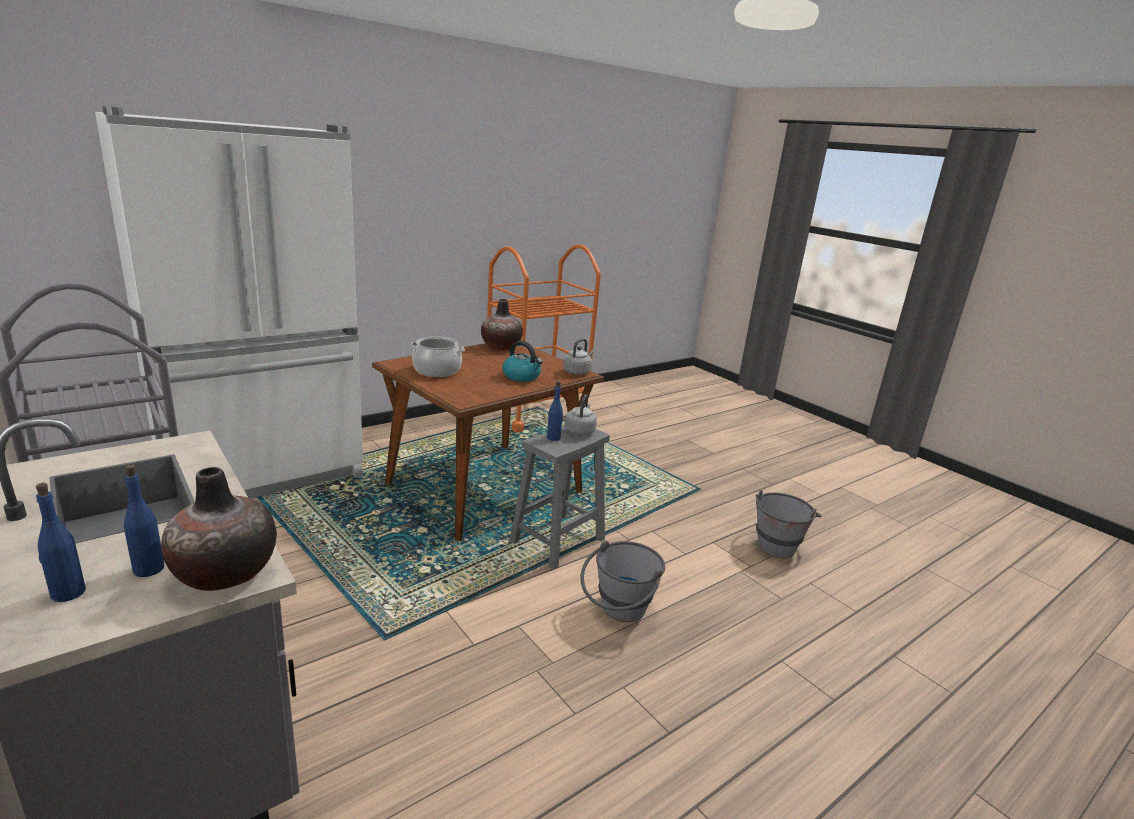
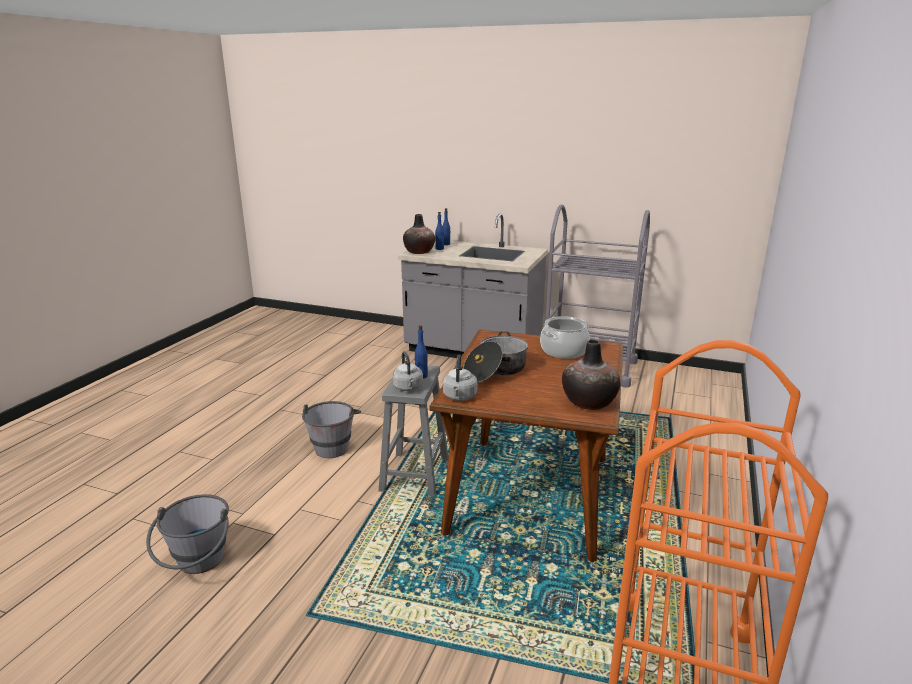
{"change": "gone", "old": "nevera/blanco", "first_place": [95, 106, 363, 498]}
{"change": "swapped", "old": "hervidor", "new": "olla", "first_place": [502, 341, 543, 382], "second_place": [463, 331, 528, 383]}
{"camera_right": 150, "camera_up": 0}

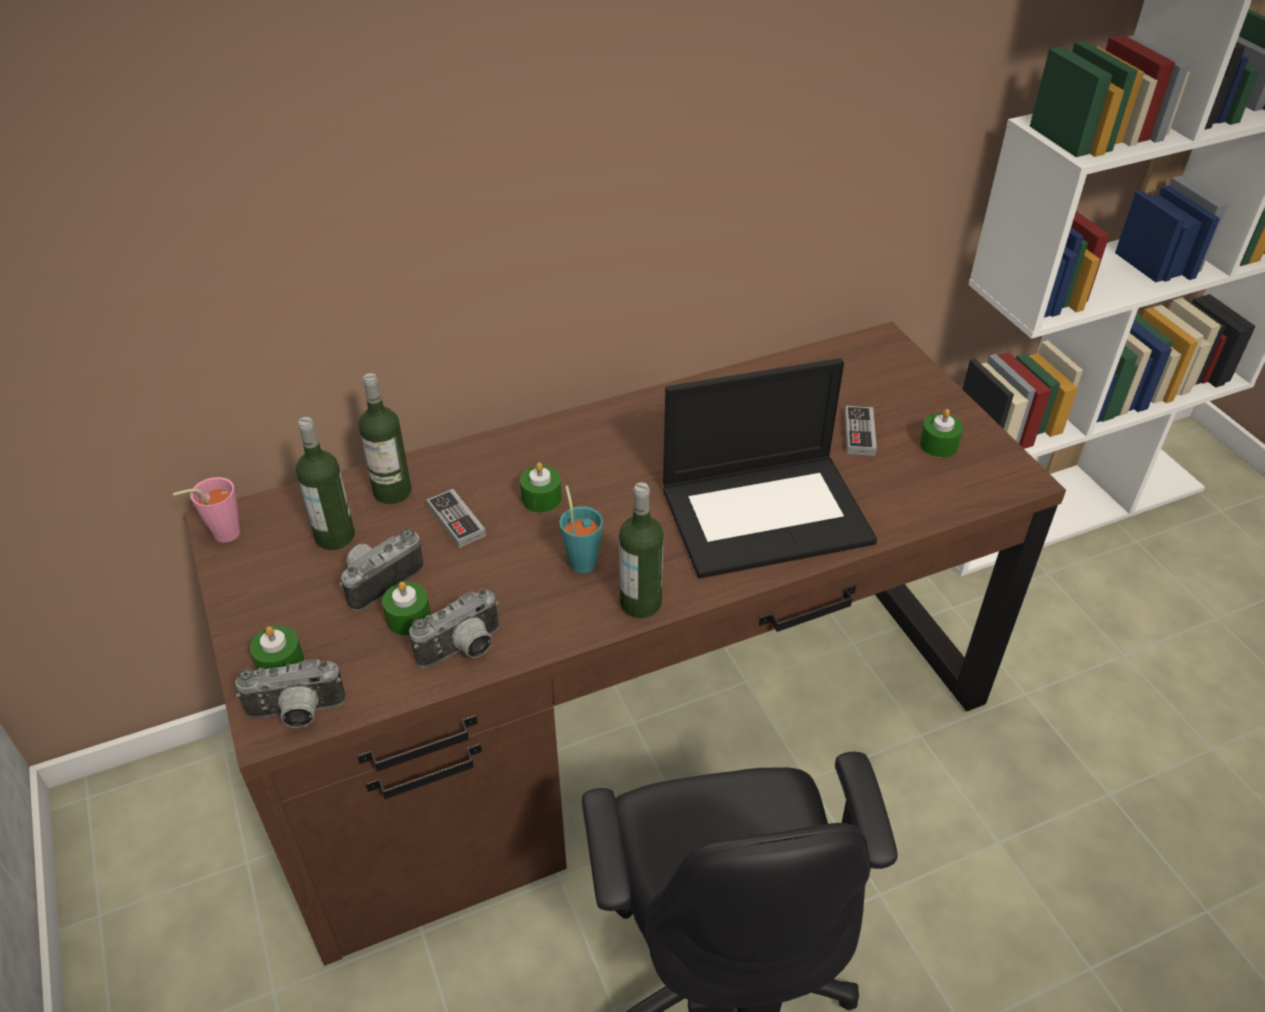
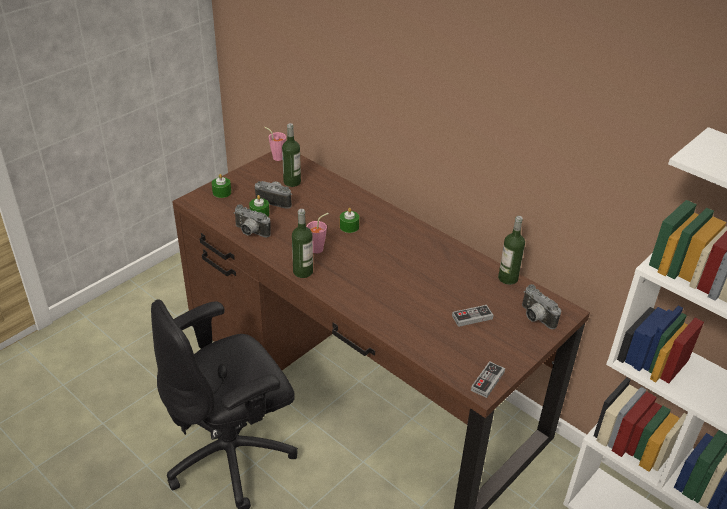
{"change": "shifted", "old": "cámara", "first_place": [236, 659, 346, 728], "second_place": [522, 284, 561, 329]}
{"change": "shifted", "old": "botella", "first_place": [359, 373, 412, 504], "second_place": [498, 216, 525, 285]}
{"change": "shifted", "old": "mando de consola", "first_place": [427, 489, 486, 548], "second_place": [471, 361, 505, 398]}
{"change": "repainted", "old": "taza/turquesa", "new": "taza/rosa", "first_place": [559, 486, 603, 573], "second_place": [306, 213, 329, 254]}
{"change": "gone", "old": "portátil", "first_place": [663, 358, 877, 578]}
{"change": "gone", "old": "vela/verde", "first_place": [919, 409, 963, 458]}
{"camera_right": 65, "camera_up": -5}

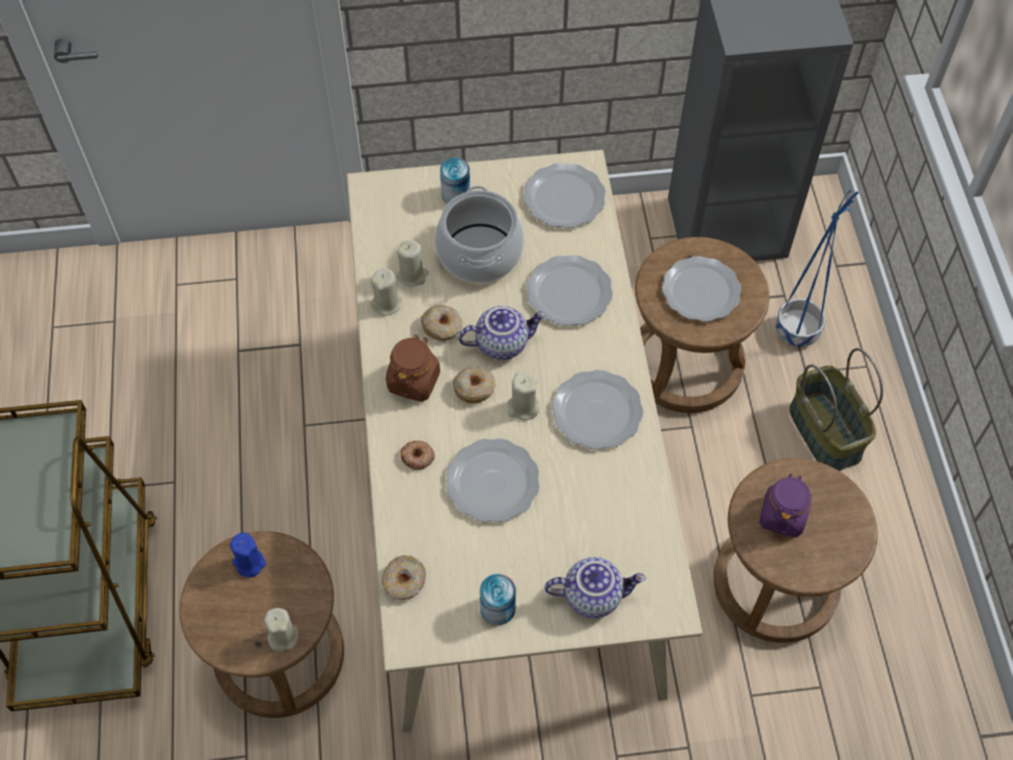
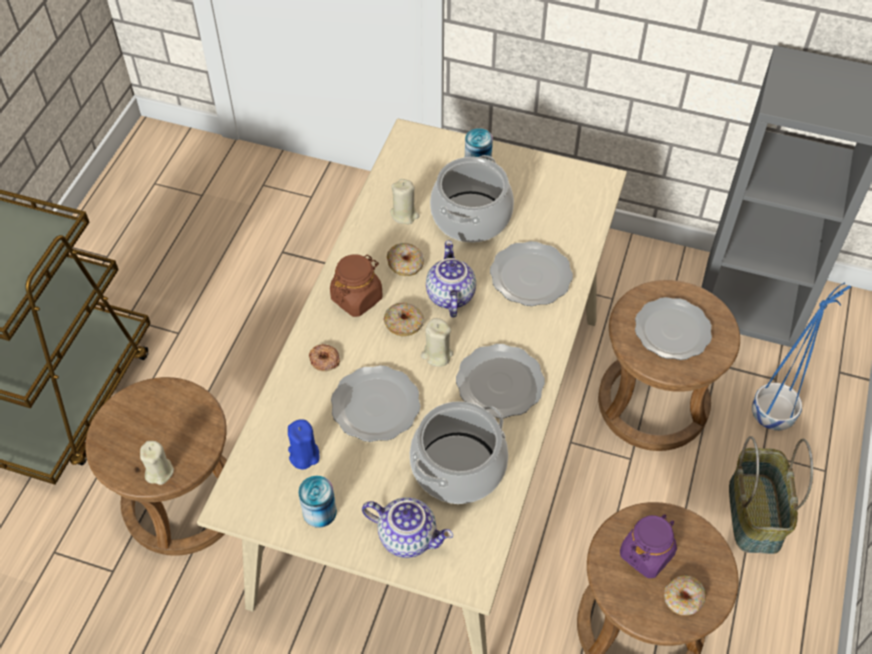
{"change": "shifted", "old": "vela/azul", "first_place": [230, 532, 266, 578], "second_place": [288, 419, 319, 469]}
{"change": "gone", "old": "vela/beis", "first_place": [371, 268, 402, 316]}
{"change": "shifted", "old": "rosquilla", "first_place": [381, 555, 426, 600], "second_place": [664, 575, 706, 616]}
{"change": "rotated", "old": "tetera", "first_place": [458, 306, 546, 360], "second_place": [426, 240, 476, 318], "degrees": -105}
{"change": "gone", "old": "plato", "first_place": [523, 163, 606, 228]}
{"change": "new", "new": "olla", "second_place": [410, 401, 508, 504]}
{"camera_right": 25, "camera_up": -5}

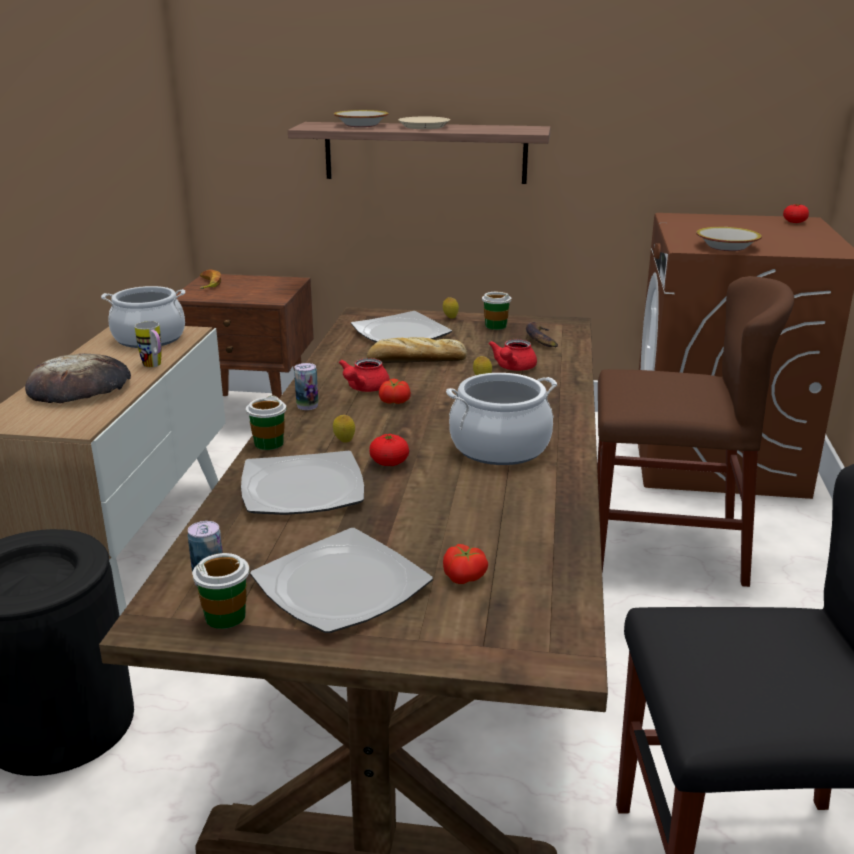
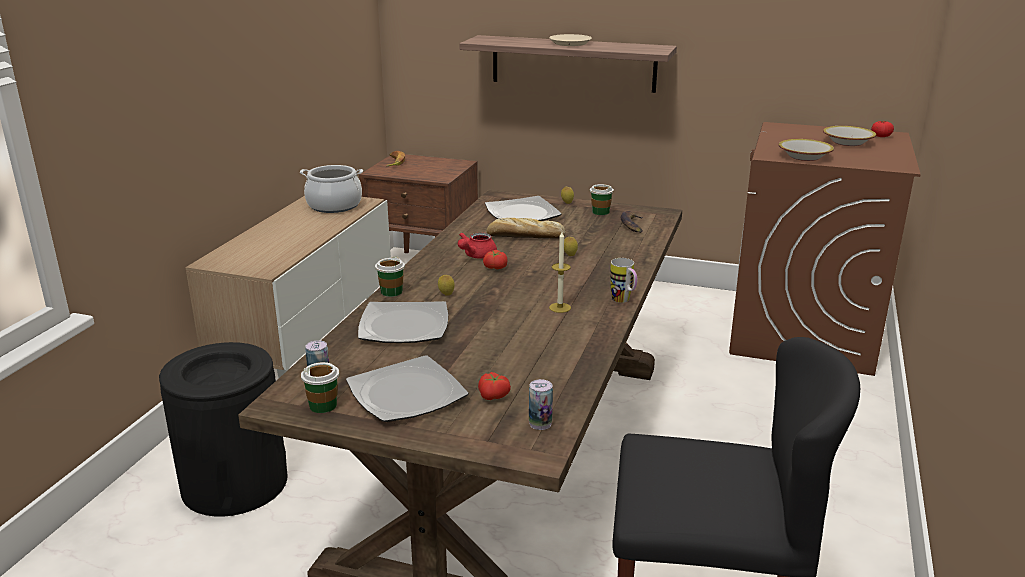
{"change": "gone", "old": "pan", "first_place": [25, 353, 131, 403]}
{"change": "shifted", "old": "taza grande", "first_place": [135, 321, 161, 367], "second_place": [610, 258, 637, 303]}
{"change": "shifted", "old": "lata", "first_place": [294, 363, 318, 410], "second_place": [529, 379, 553, 430]}
{"change": "shifted", "old": "cuenco", "first_place": [334, 110, 389, 127], "second_place": [823, 126, 876, 146]}
{"change": "gone", "old": "tomate", "first_place": [369, 434, 409, 466]}
{"change": "swapped", "old": "olla", "new": "vela", "first_place": [446, 373, 557, 465], "second_place": [549, 232, 571, 313]}
{"change": "gone", "old": "tetera/rojo", "first_place": [489, 339, 537, 371]}
{"change": "gone", "old": "silla/marrón", "first_place": [597, 276, 794, 587]}
{"camera_right": 10, "camera_up": 0}

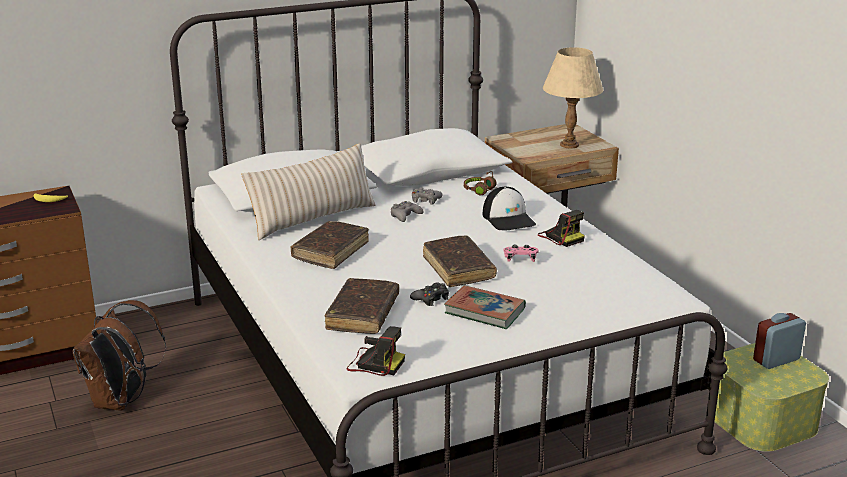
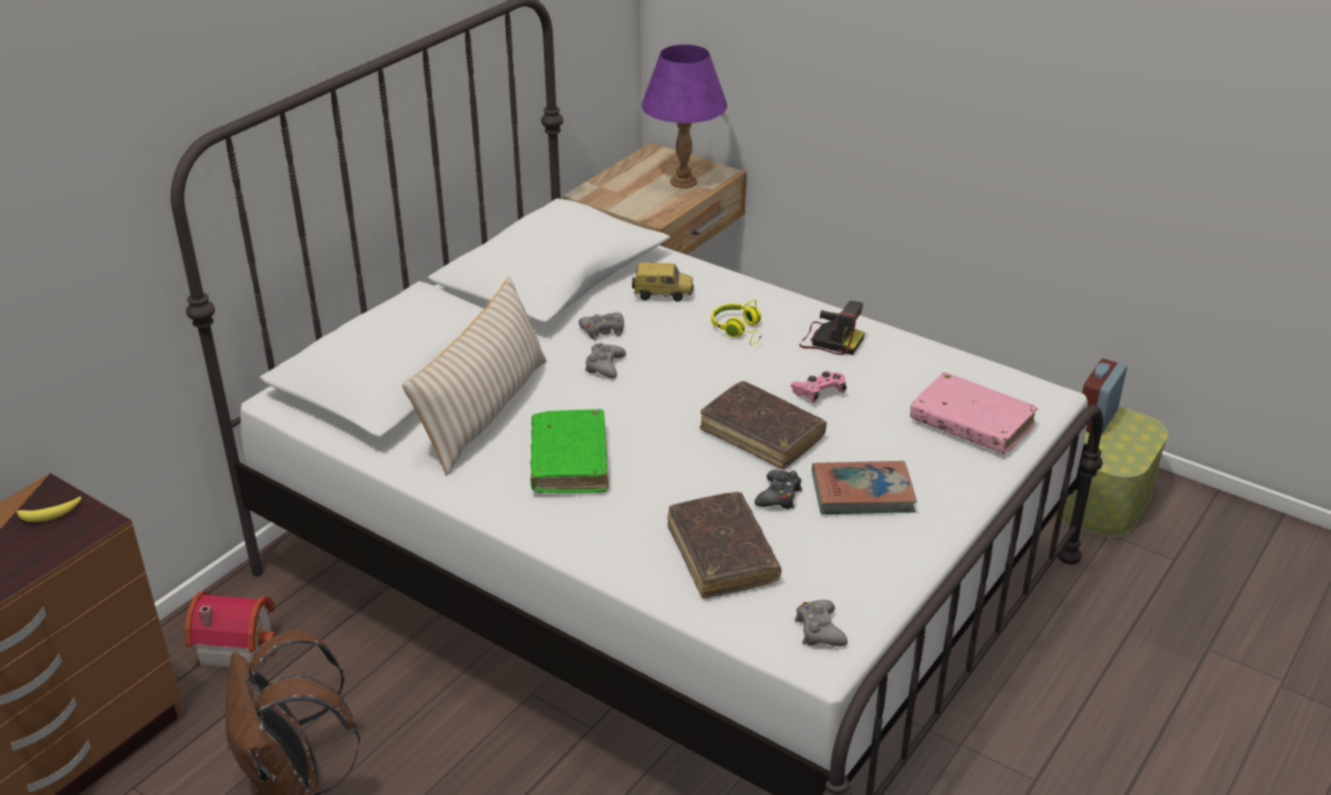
{"change": "repainted", "old": "libro/marrón", "new": "libro/verde", "first_place": [290, 221, 369, 269], "second_place": [530, 409, 609, 493]}
{"change": "swapped", "old": "cámara", "new": "mando de consola/gris", "first_place": [347, 326, 405, 376], "second_place": [795, 600, 848, 646]}
{"change": "swapped", "old": "auriculares/marrón", "new": "coche de juguete", "first_place": [464, 171, 497, 195], "second_place": [632, 262, 694, 302]}
{"change": "swapped", "old": "gorra", "new": "auriculares/amarillo", "first_place": [483, 187, 536, 230], "second_place": [711, 299, 762, 345]}
{"change": "repainted", "old": "lámpara de mesa/beis", "new": "lámpara de mesa/morado", "first_place": [543, 47, 603, 148], "second_place": [641, 44, 727, 188]}
{"change": "new", "new": "casita", "second_place": [185, 592, 276, 668]}
{"change": "new", "new": "libro/rosa", "second_place": [910, 372, 1037, 454]}
{"camera_right": -30, "camera_up": 10}

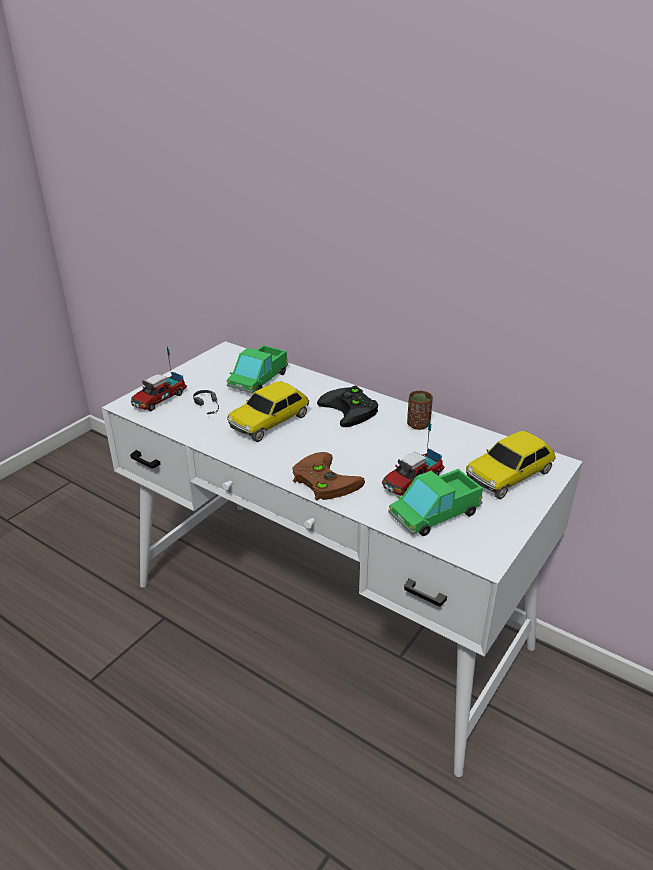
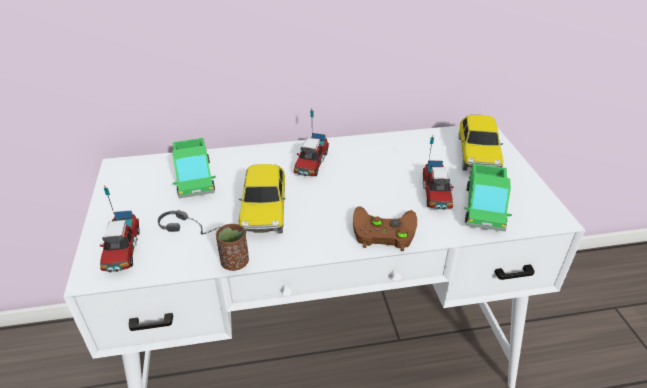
{"change": "swapped", "old": "mando de consola/negro", "new": "camión de juguete", "first_place": [317, 386, 378, 427], "second_place": [293, 108, 329, 176]}
{"change": "shifted", "old": "taza/marrón", "first_place": [407, 391, 433, 430], "second_place": [216, 224, 249, 271]}
{"camera_right": -45, "camera_up": 5}

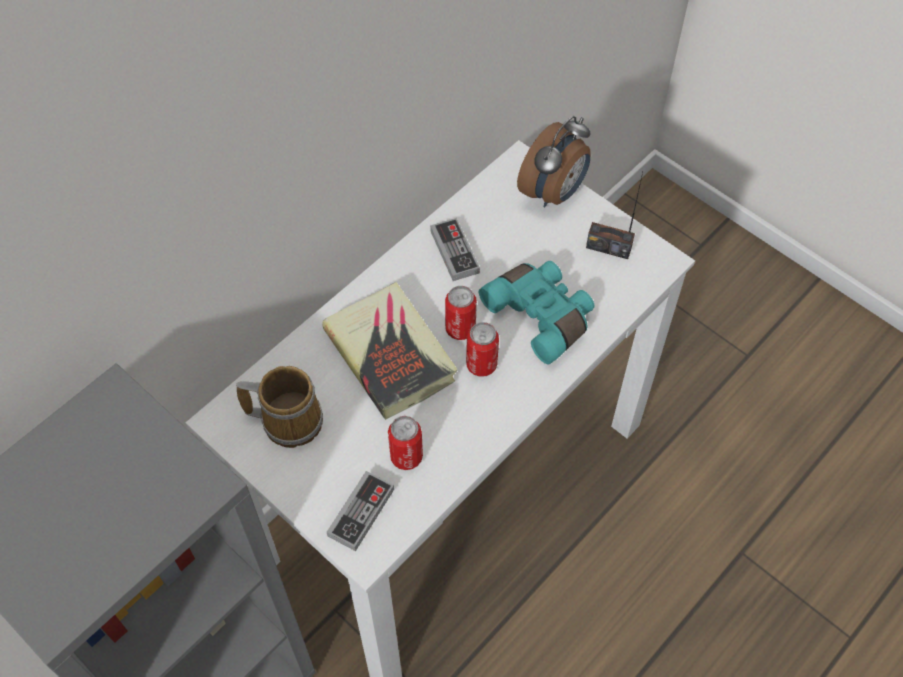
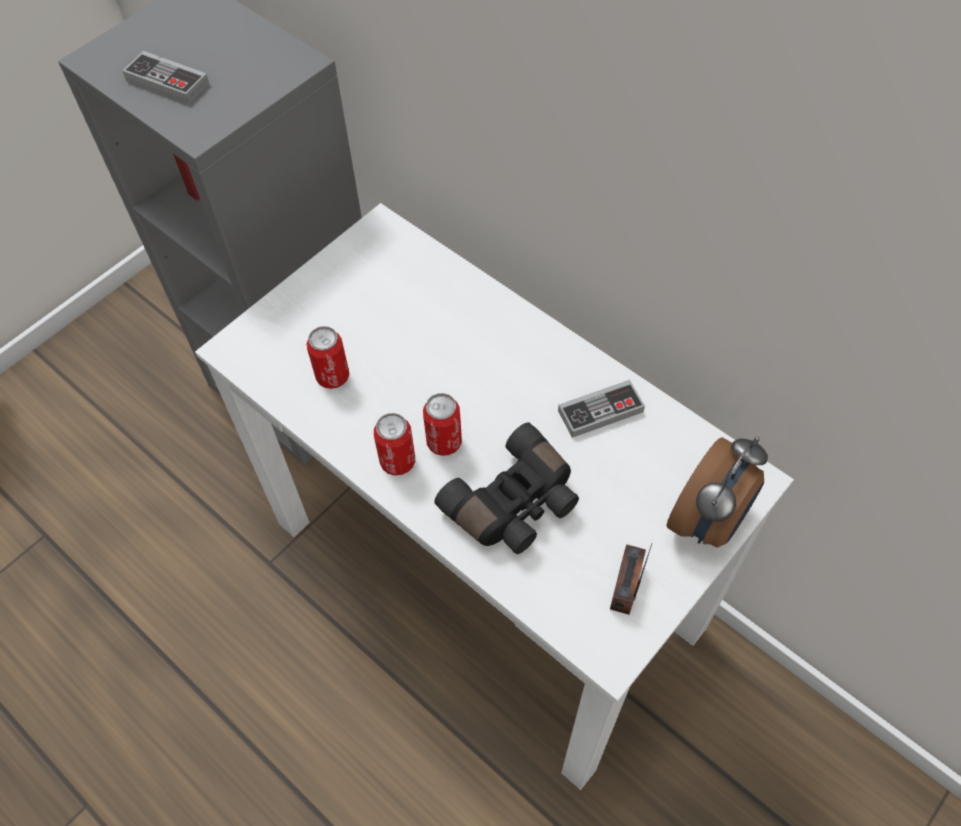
{"change": "gone", "old": "taza grande", "first_place": [236, 366, 323, 448]}
{"change": "gone", "old": "libro", "first_place": [322, 282, 458, 420]}
{"change": "shifted", "old": "mando de consola", "first_place": [327, 471, 394, 551], "second_place": [122, 51, 209, 103]}
{"change": "shifted", "old": "lata", "first_place": [445, 286, 477, 340], "second_place": [374, 413, 415, 476]}
{"change": "repainted", "old": "prismáticos/turquesa", "new": "prismáticos/negro", "first_place": [479, 261, 595, 365], "second_place": [434, 422, 579, 554]}
{"change": "rotated", "old": "despertador", "first_place": [517, 116, 591, 207], "second_place": [666, 437, 768, 548], "degrees": -90}
{"camera_right": 90, "camera_up": 0}

